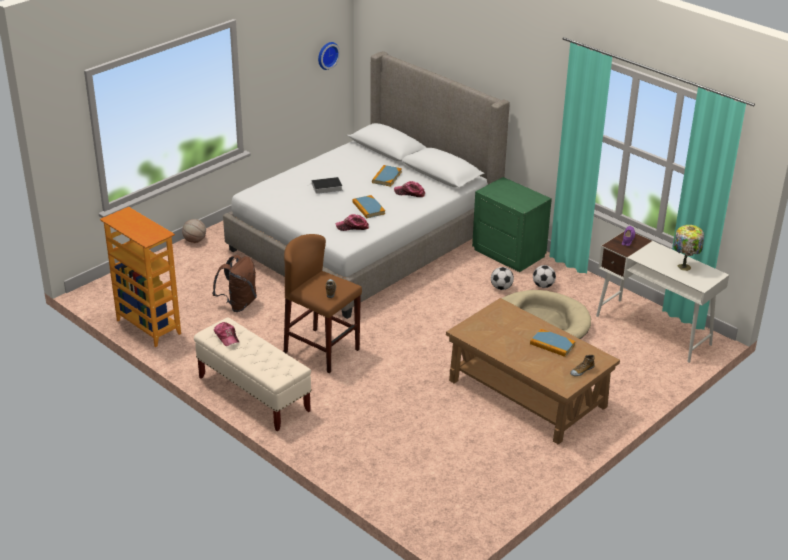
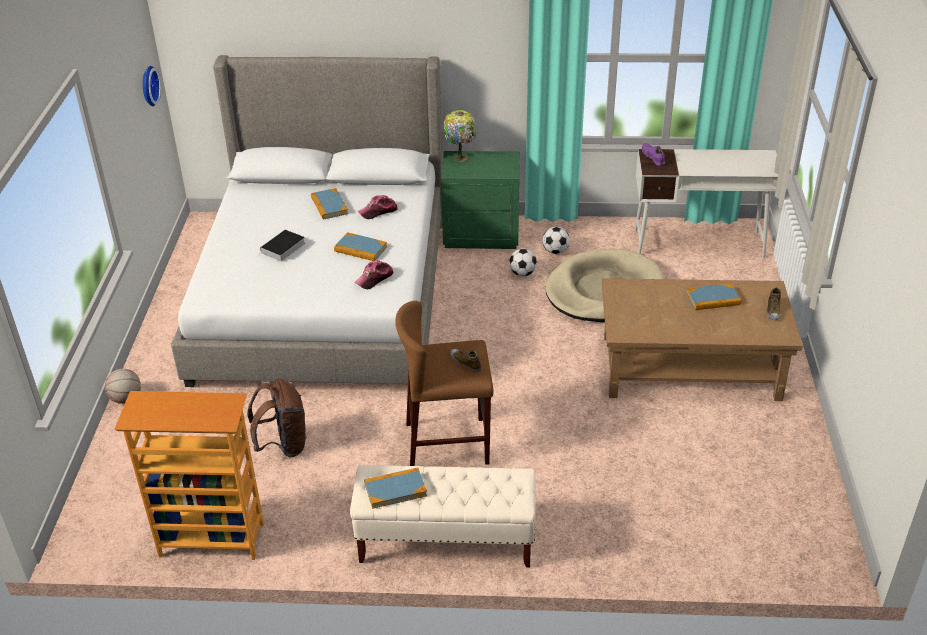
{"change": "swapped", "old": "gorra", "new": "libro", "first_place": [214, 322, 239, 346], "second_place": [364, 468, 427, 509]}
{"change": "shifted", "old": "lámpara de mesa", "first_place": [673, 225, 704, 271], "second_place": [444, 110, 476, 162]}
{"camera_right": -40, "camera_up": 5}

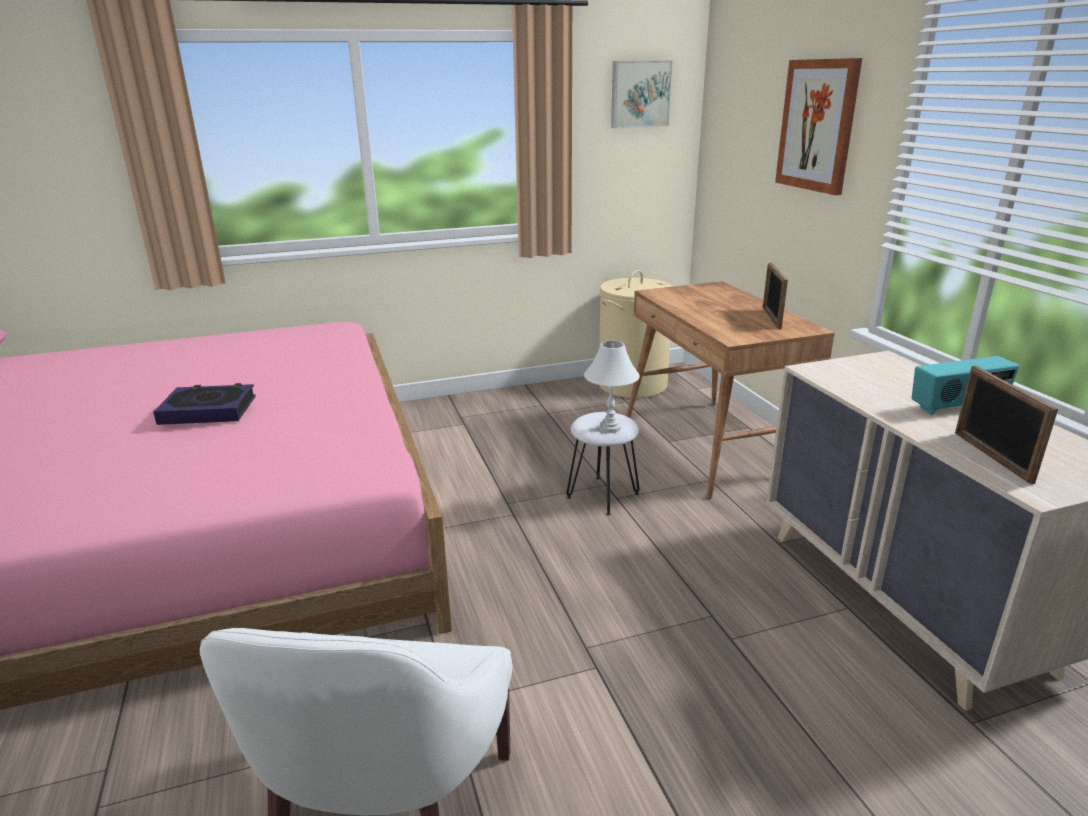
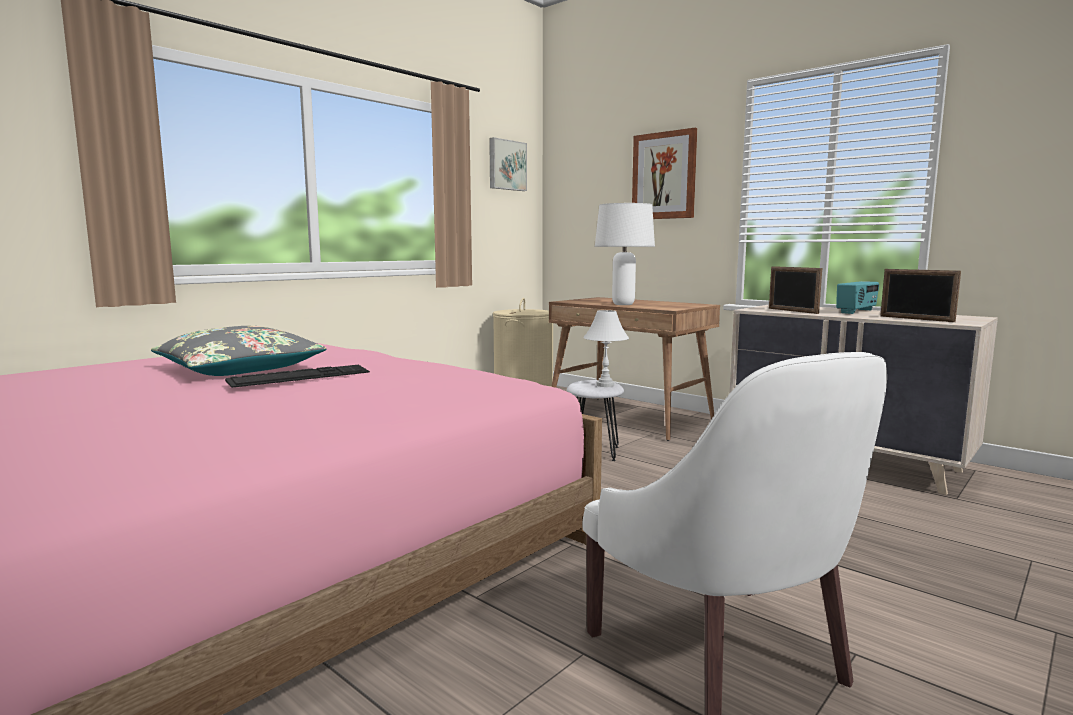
{"change": "swapped", "old": "libro", "new": "teclado", "first_place": [153, 383, 256, 425], "second_place": [225, 365, 370, 388]}
{"change": "shifted", "old": "portarretratos", "first_place": [763, 263, 788, 329], "second_place": [769, 266, 822, 314]}
{"change": "new", "new": "cojín/gris", "second_place": [151, 326, 326, 376]}
{"change": "new", "new": "lámpara de mesa/blanco", "second_place": [595, 203, 655, 305]}
{"camera_right": -30, "camera_up": -15}

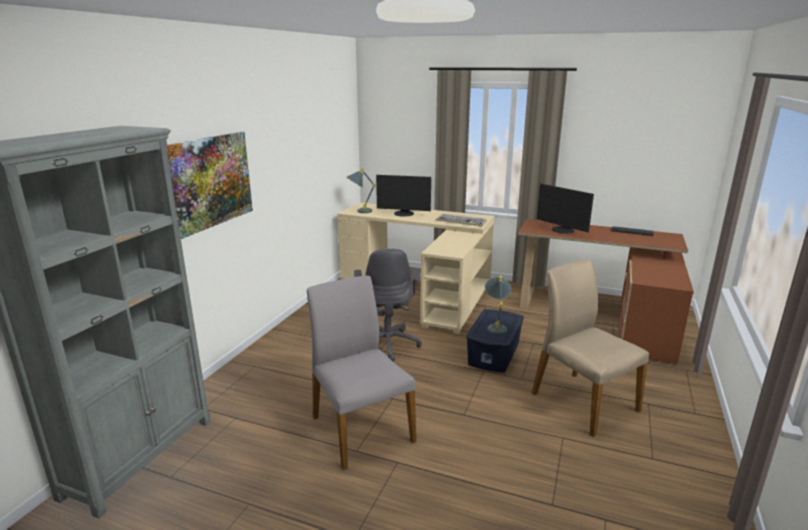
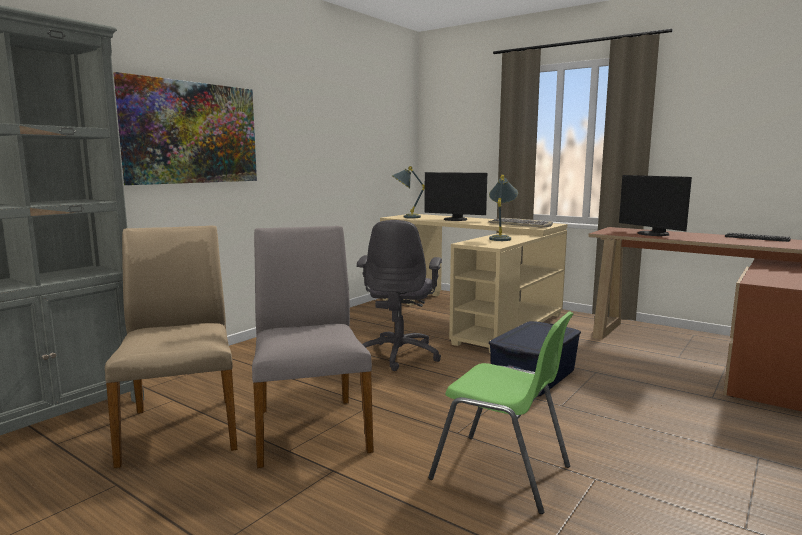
{"change": "shifted", "old": "lámpara de mesa/gris", "first_place": [485, 276, 511, 335], "second_place": [489, 175, 518, 241]}
{"change": "shifted", "old": "silla/beis", "first_place": [532, 260, 649, 437], "second_place": [105, 226, 237, 468]}
{"change": "new", "new": "silla/verde", "second_place": [428, 311, 574, 514]}
{"camera_right": 15, "camera_up": -10}

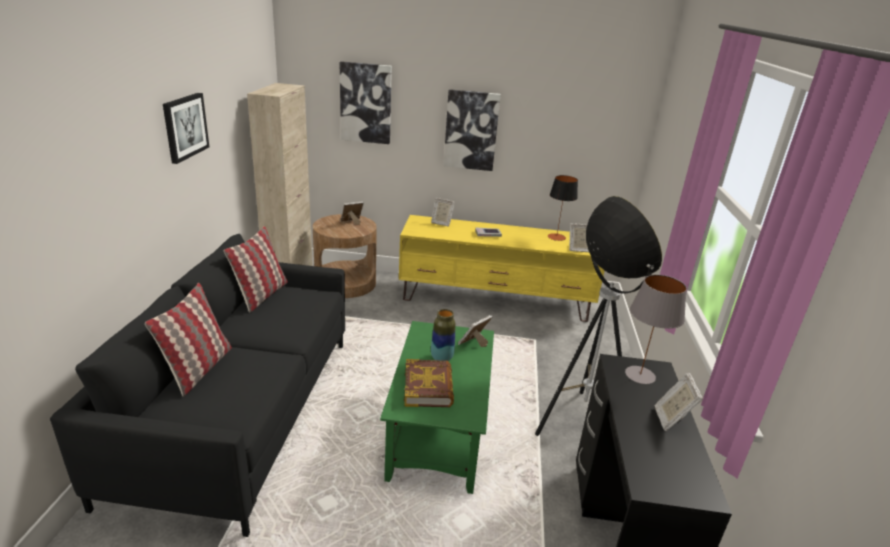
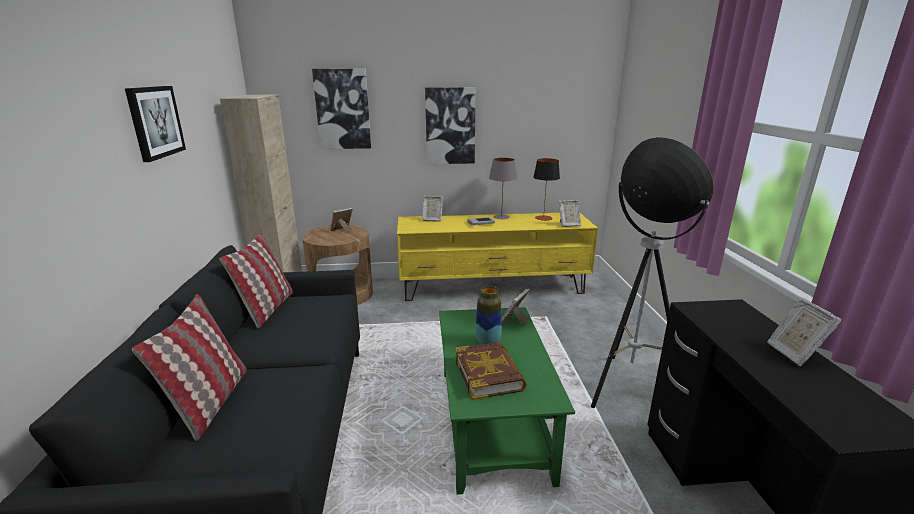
{"change": "shifted", "old": "lámpara de mesa/gris", "first_place": [625, 275, 687, 384], "second_place": [489, 158, 517, 219]}
{"camera_right": -10, "camera_up": -5}

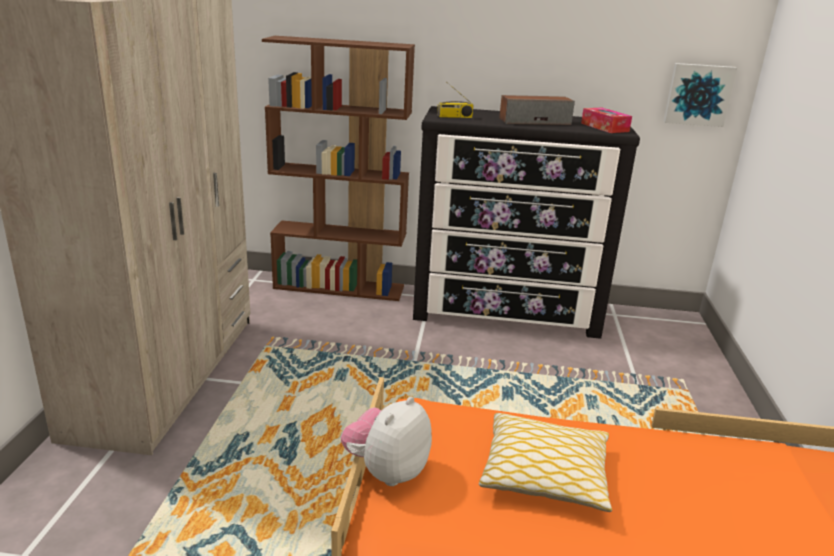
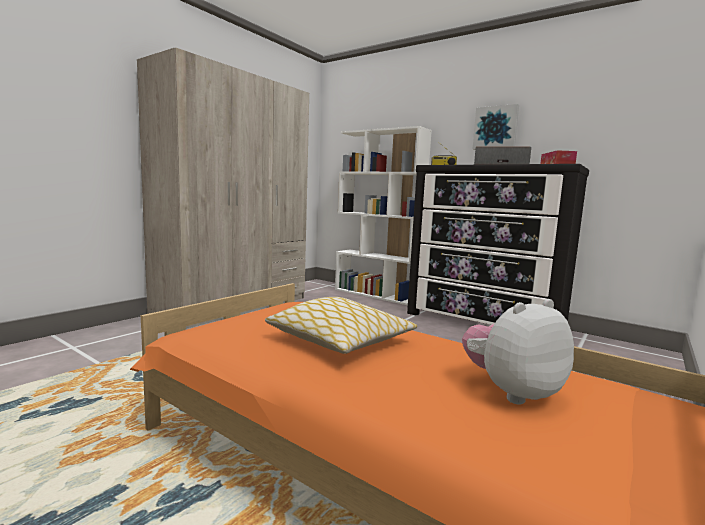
{"change": "repainted", "old": "estantería/marrón", "new": "estantería/blanco", "first_place": [262, 36, 415, 301], "second_place": [335, 126, 432, 305]}
{"change": "shifted", "old": "peluche", "first_place": [341, 396, 432, 486], "second_place": [462, 299, 574, 404]}
{"change": "shifted", "old": "cuadro", "first_place": [663, 63, 737, 127], "second_place": [473, 104, 519, 150]}
{"camera_right": 30, "camera_up": -15}

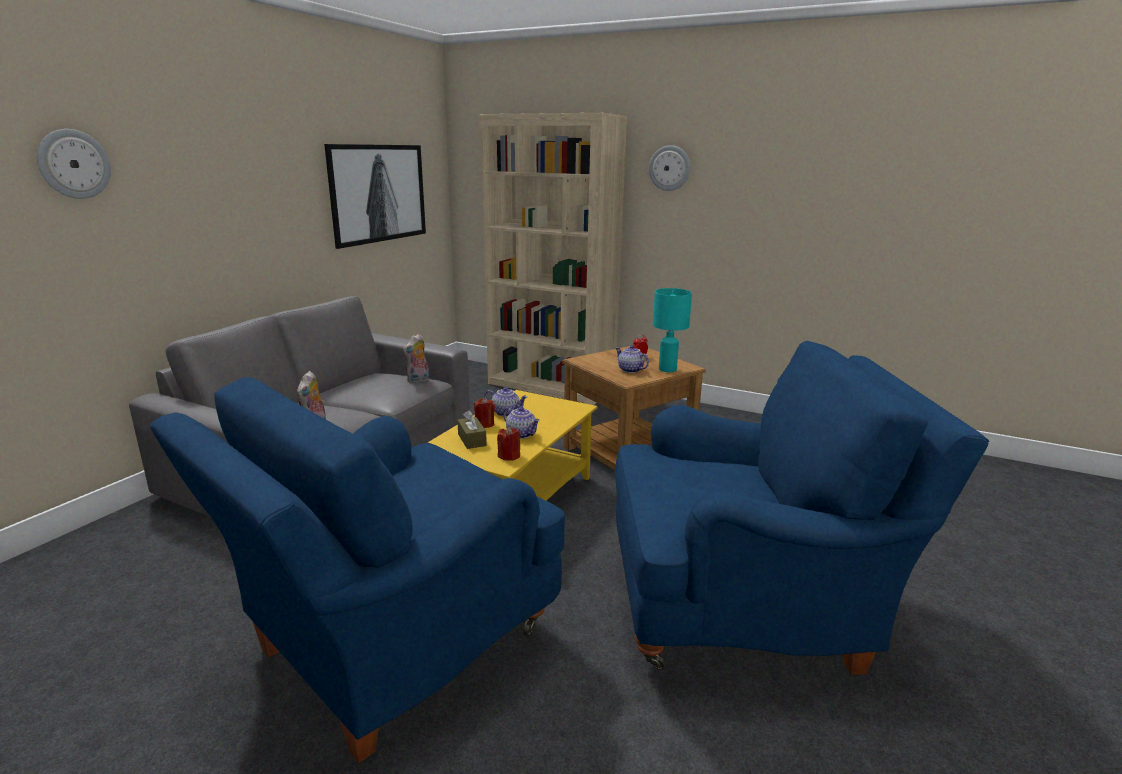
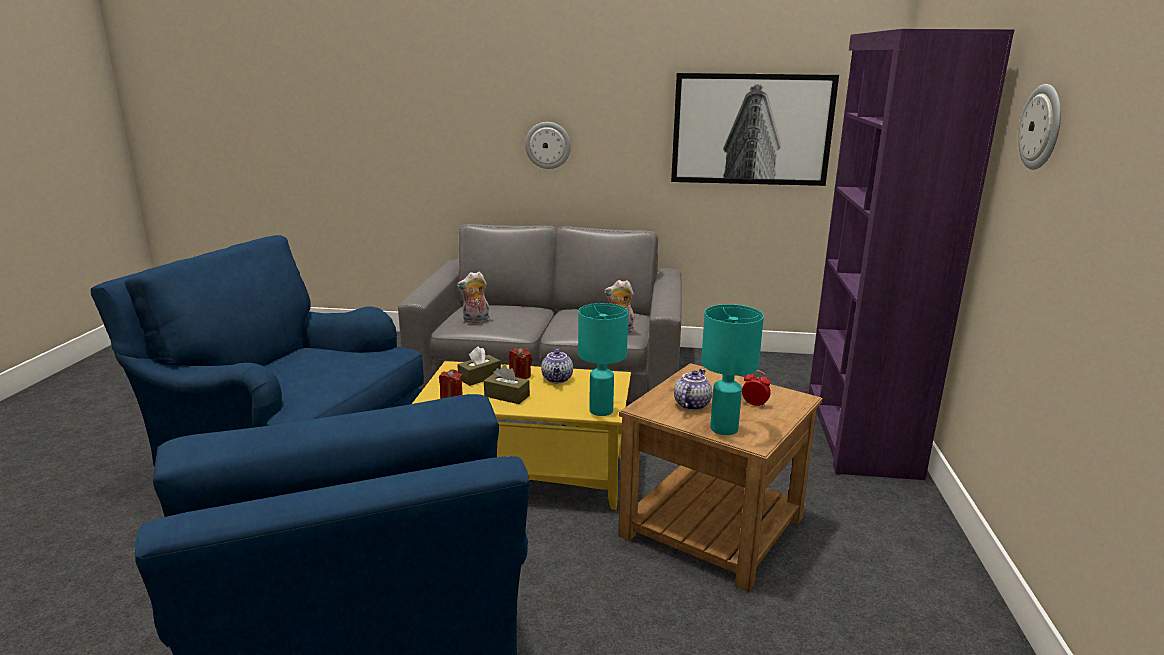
{"change": "shifted", "old": "reloj de pared", "first_place": [37, 129, 111, 199], "second_place": [525, 122, 571, 169]}
{"change": "repainted", "old": "estantería/beis", "new": "estantería/morado", "first_place": [479, 113, 627, 405], "second_place": [809, 29, 1015, 480]}
{"change": "swapped", "old": "tetera", "new": "caja de pañuelos/marrón", "first_place": [503, 407, 540, 439], "second_place": [484, 365, 530, 404]}
{"change": "new", "new": "lámpara de mesa/turquesa", "second_place": [578, 303, 628, 416]}
{"camera_right": 70, "camera_up": 0}

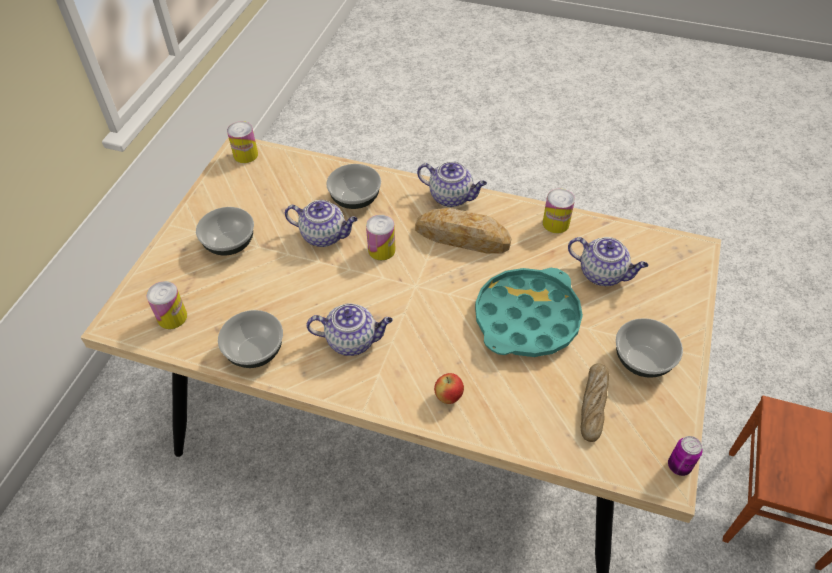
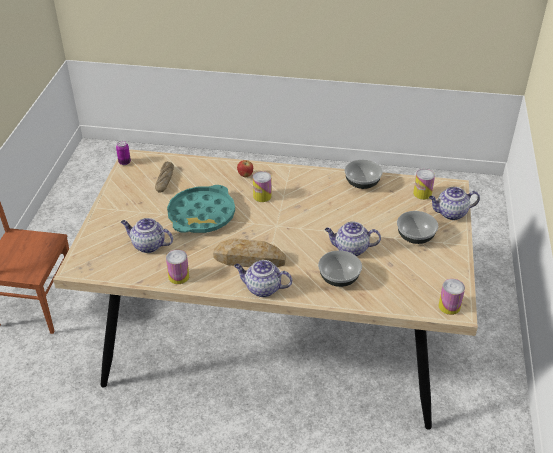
{"change": "shifted", "old": "tetera", "first_place": [307, 303, 393, 356], "second_place": [429, 187, 480, 220]}
{"change": "shifted", "old": "lata", "first_place": [366, 215, 396, 260], "second_place": [253, 171, 272, 202]}
{"change": "gone", "old": "cuenco", "first_place": [616, 318, 683, 378]}
{"camera_right": 170, "camera_up": -10}

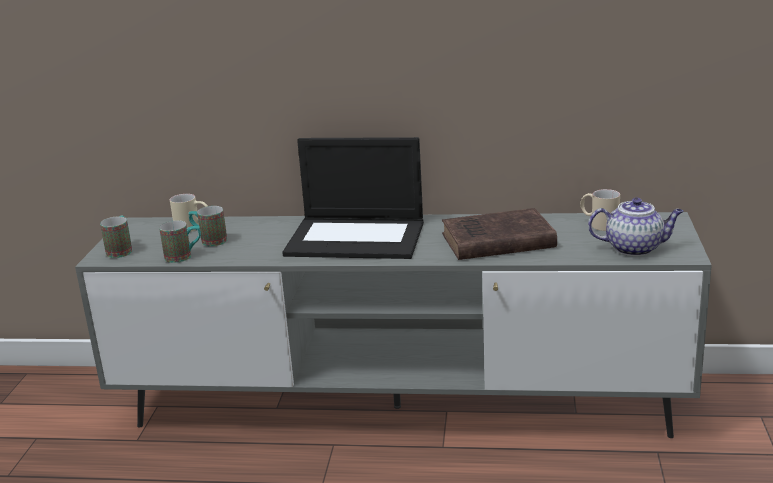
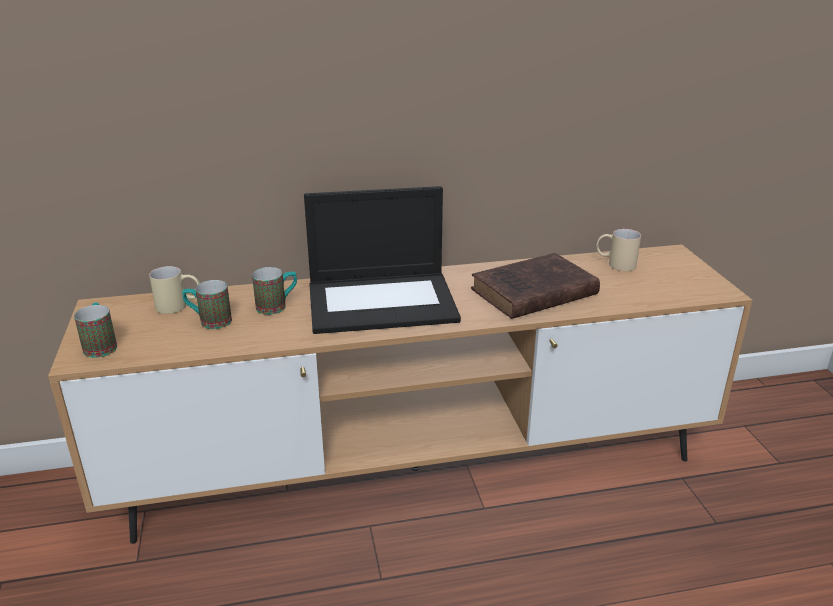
{"change": "repainted", "old": "mueble de televisión/gris", "new": "mueble de televisión/marrón", "first_place": [75, 212, 712, 438], "second_place": [48, 244, 752, 544]}
{"change": "shifted", "old": "taza grande", "first_place": [159, 220, 201, 263], "second_place": [252, 267, 297, 315]}
{"change": "gone", "old": "tetera", "first_place": [588, 198, 684, 256]}
{"camera_right": -20, "camera_up": 5}

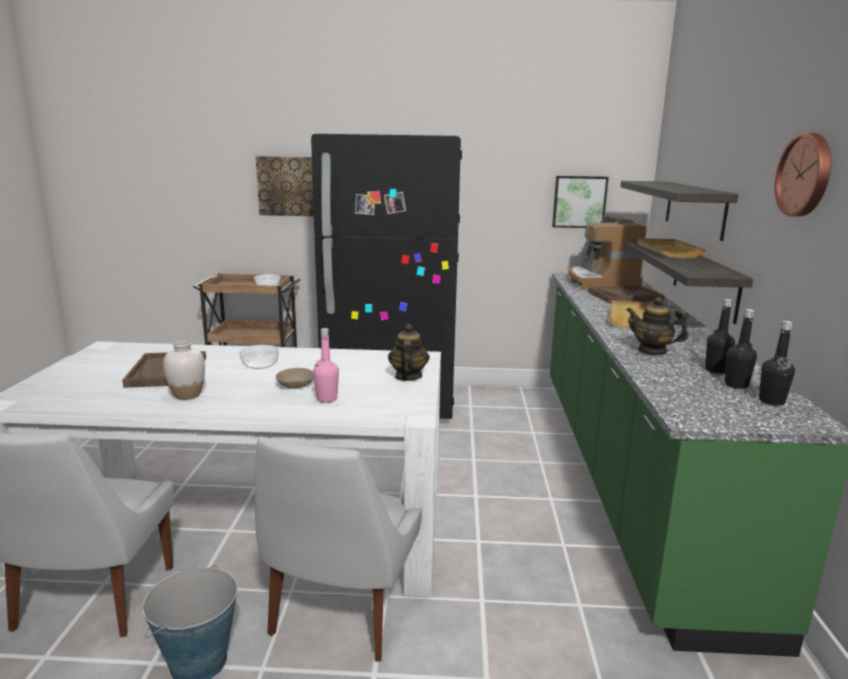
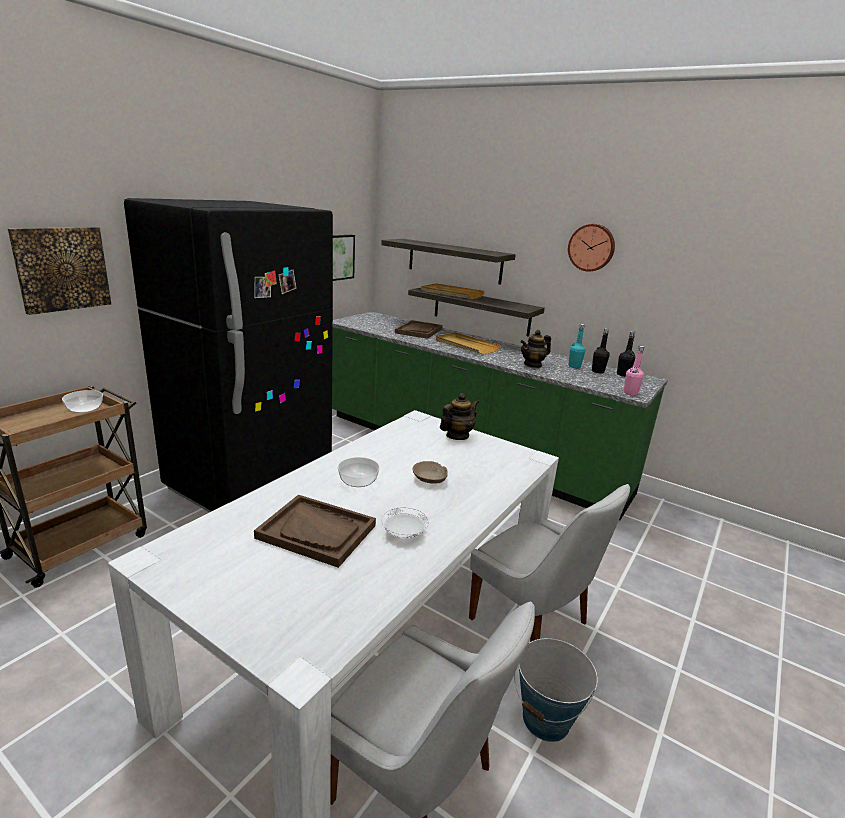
{"change": "swapped", "old": "florero/blanco", "new": "plato/blanco", "first_place": [163, 341, 205, 400], "second_place": [381, 507, 429, 538]}
{"change": "shifted", "old": "botella/rosa", "first_place": [313, 328, 339, 403], "second_place": [624, 346, 644, 396]}
{"change": "rotated", "old": "tetera", "first_place": [388, 324, 430, 381], "second_place": [440, 393, 479, 440], "degrees": 105}
{"change": "gone", "old": "cafetera", "first_place": [569, 216, 647, 289]}
{"change": "repainted", "old": "botella/negro", "new": "botella/turquesa", "first_place": [705, 299, 735, 374], "second_place": [568, 324, 585, 368]}
{"camera_right": -60, "camera_up": 5}

